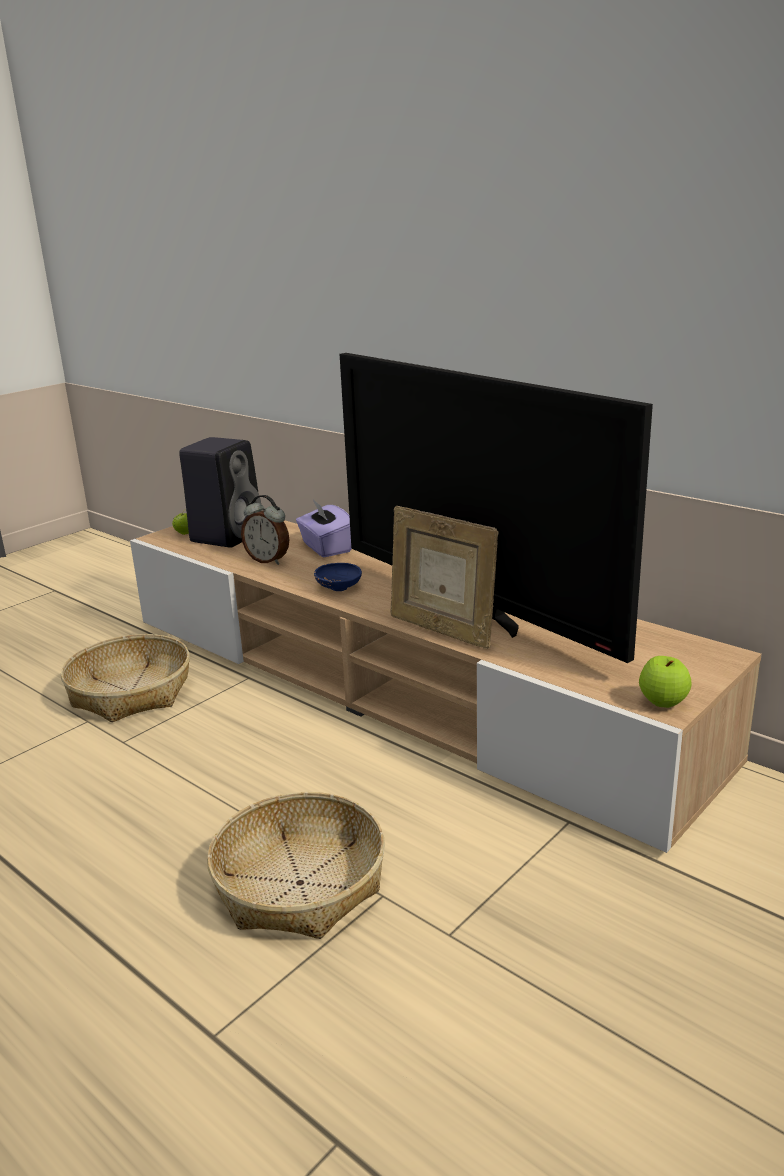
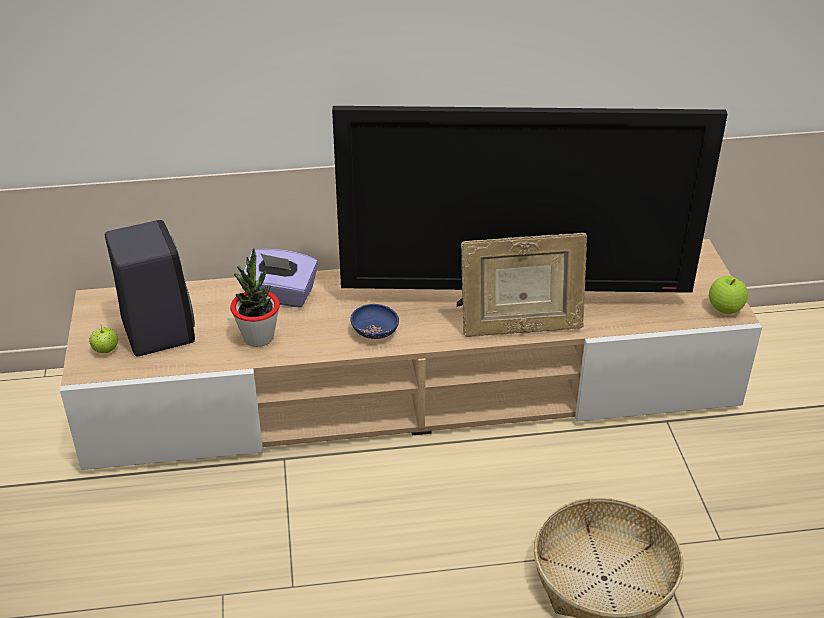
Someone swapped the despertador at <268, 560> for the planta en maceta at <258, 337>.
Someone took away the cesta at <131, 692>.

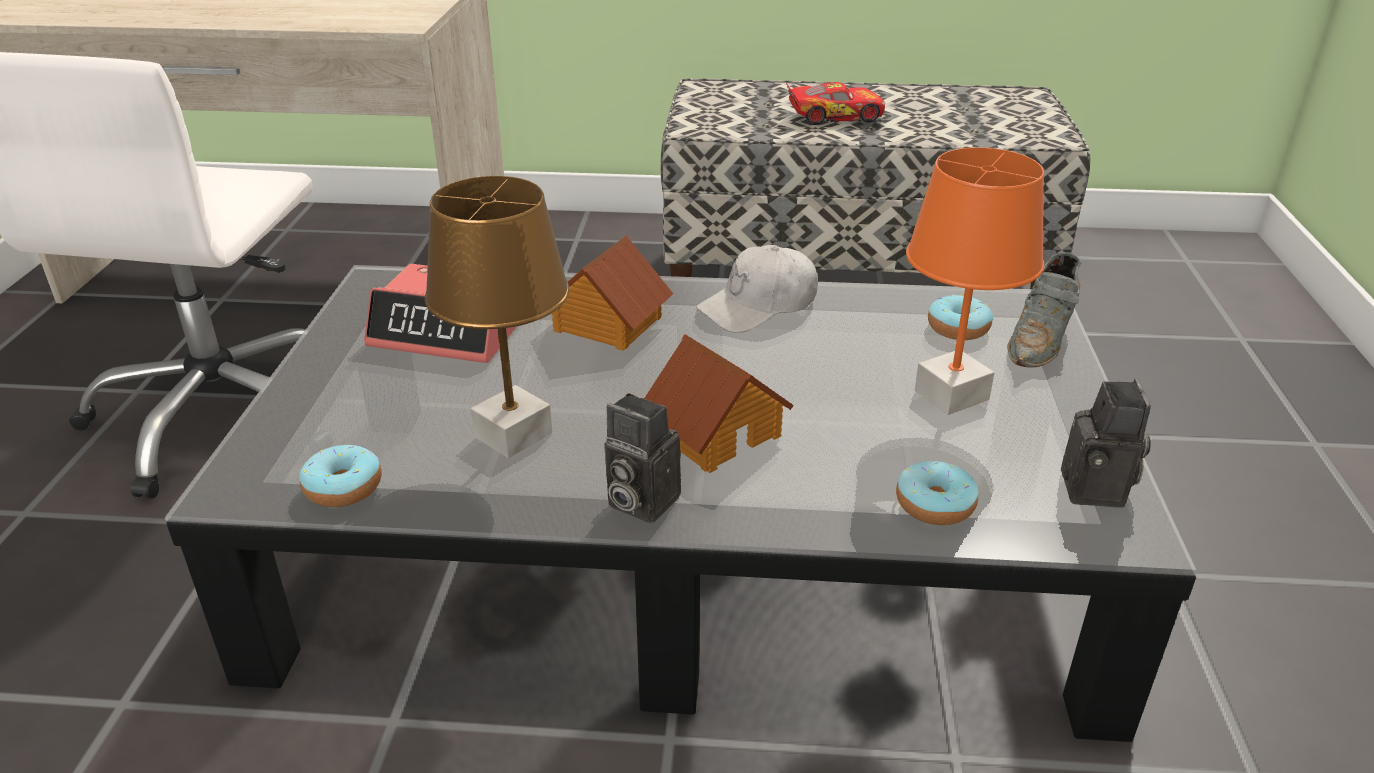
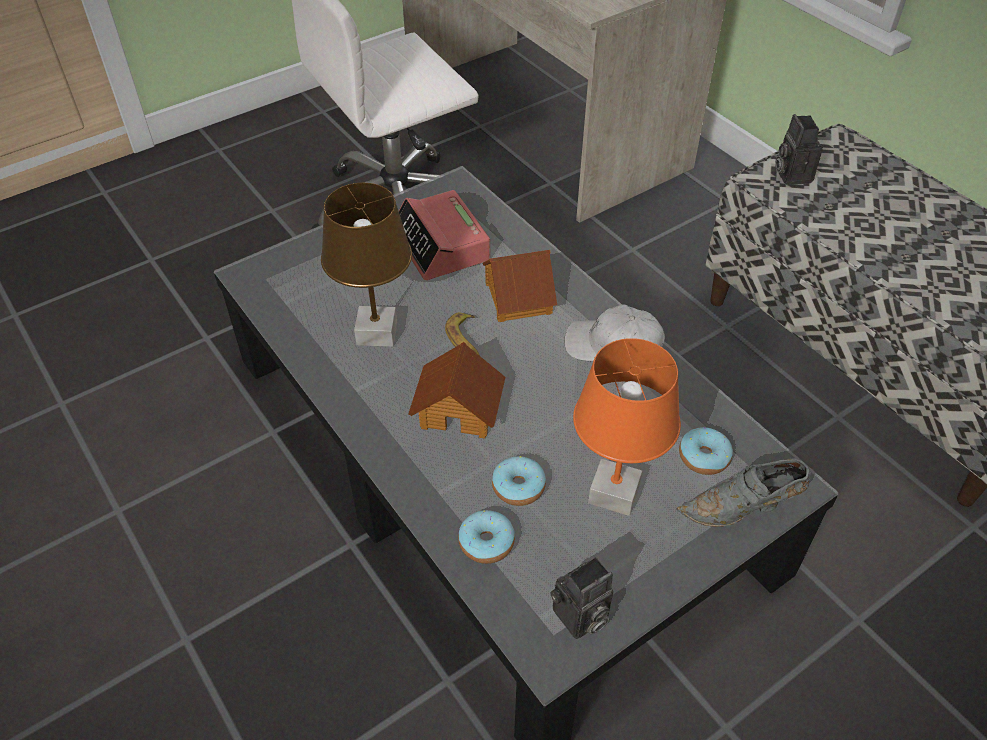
Someone took away the coche de juguete at <835, 116>.
Someone carried the cámara from <638, 501> to <790, 174>.
Someone carried the rosquilla from <343, 488> to <518, 487>.
Someone put down the plátano at <466, 341>.

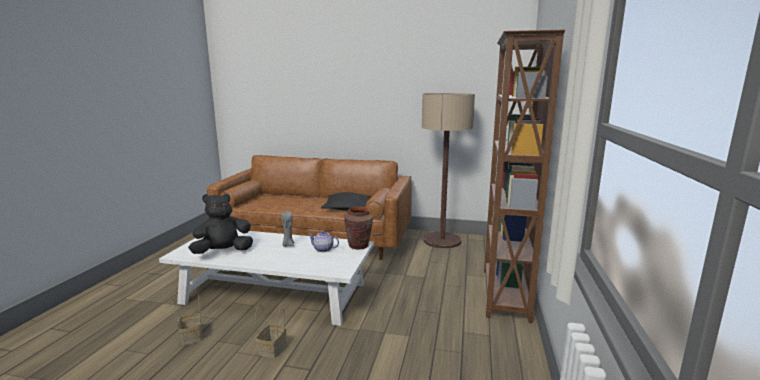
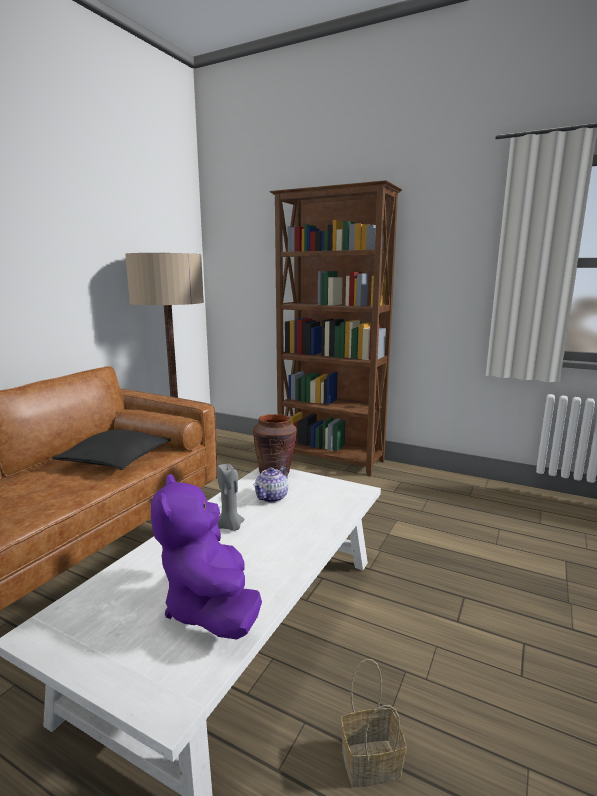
Someone repainted the peluche (negro) at <223, 252>, which became the peluche (morado) at <211, 608>.
Someone took away the cesta at <272, 350>.

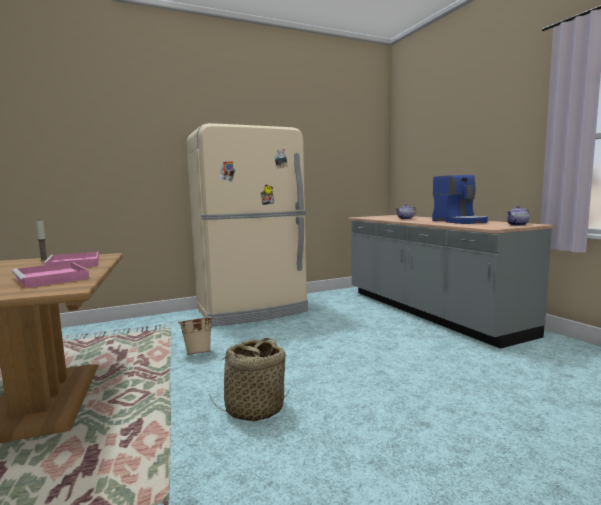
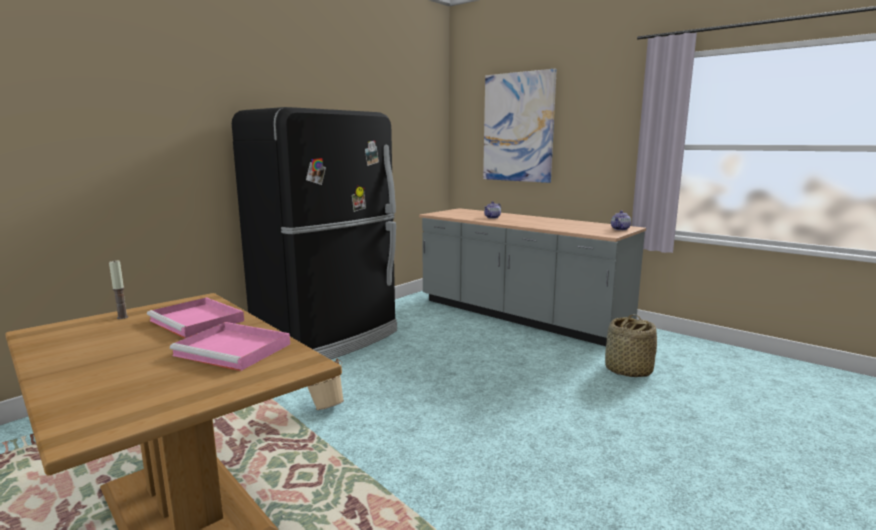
Someone repainted the nevera (beis) at <253, 311>, which became the nevera (negro) at <329, 339>.
Someone took away the cafetera at <459, 221>.
Someone carried the cesta from <254, 408> to <627, 370>.
Someone put up the cuadro at <518, 127>.

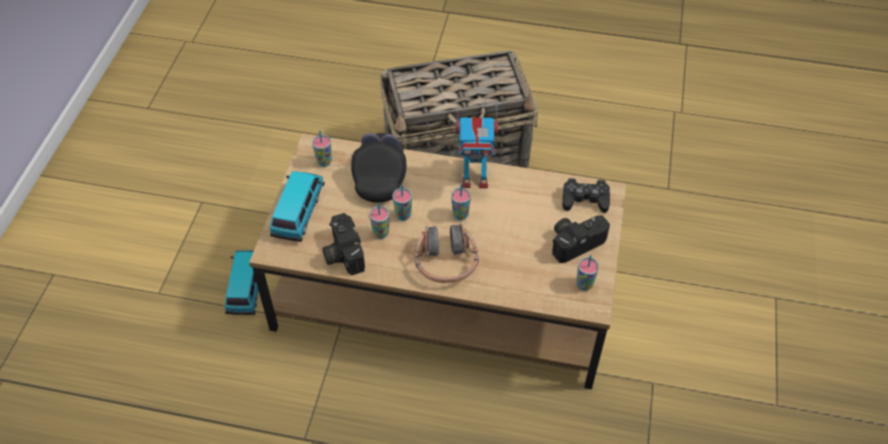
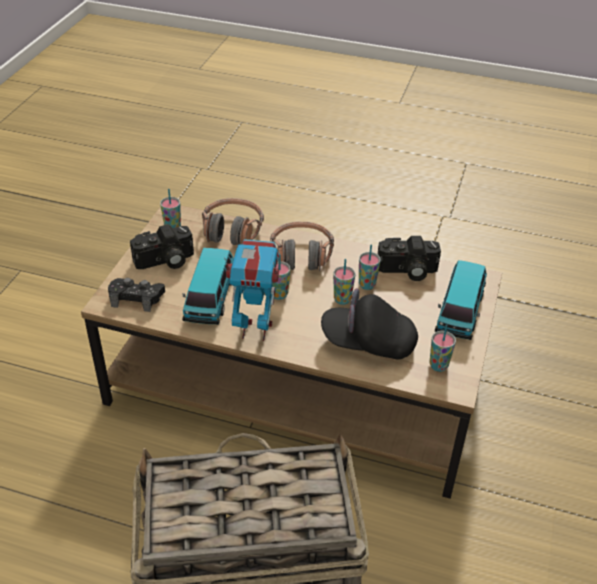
Someone rotated the gorra (negro) at <380, 176> by 90 degrees clockwise.
Someone rotated the cámara at <342, 253> by 105 degrees clockwise.
Someone carried the coche de juguete from <247, 287> to <210, 298>.
Someone put down the auriculares at <232, 231>.

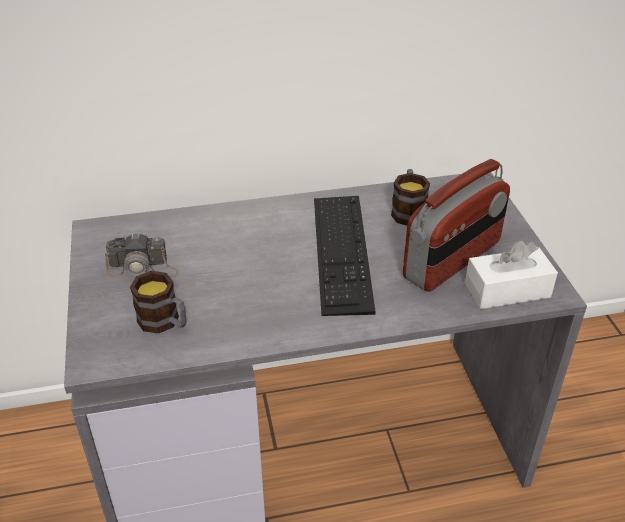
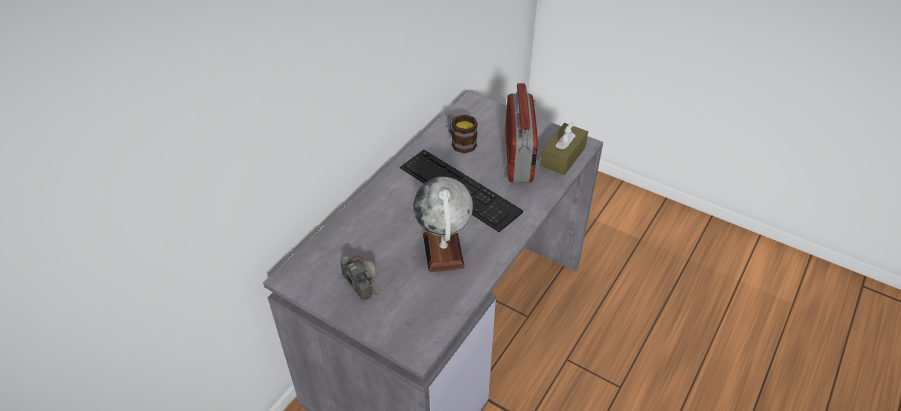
Someone rotated the cámara at <143, 268> by 75 degrees counterclockwise.
Someone repainted the caja de pañuelos (blanco) at <507, 290>, which became the caja de pañuelos (marrón) at <563, 157>.
Someone took away the taza grande at <164, 322>.
Someone put down the globo terráqueo at <443, 250>.

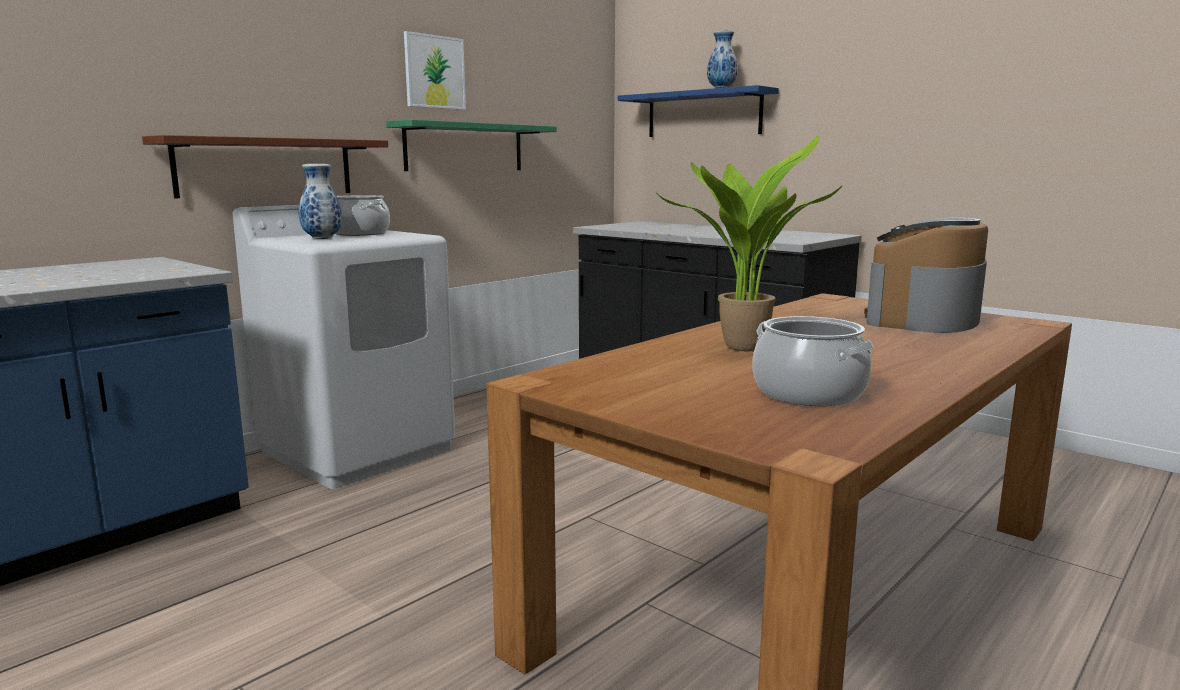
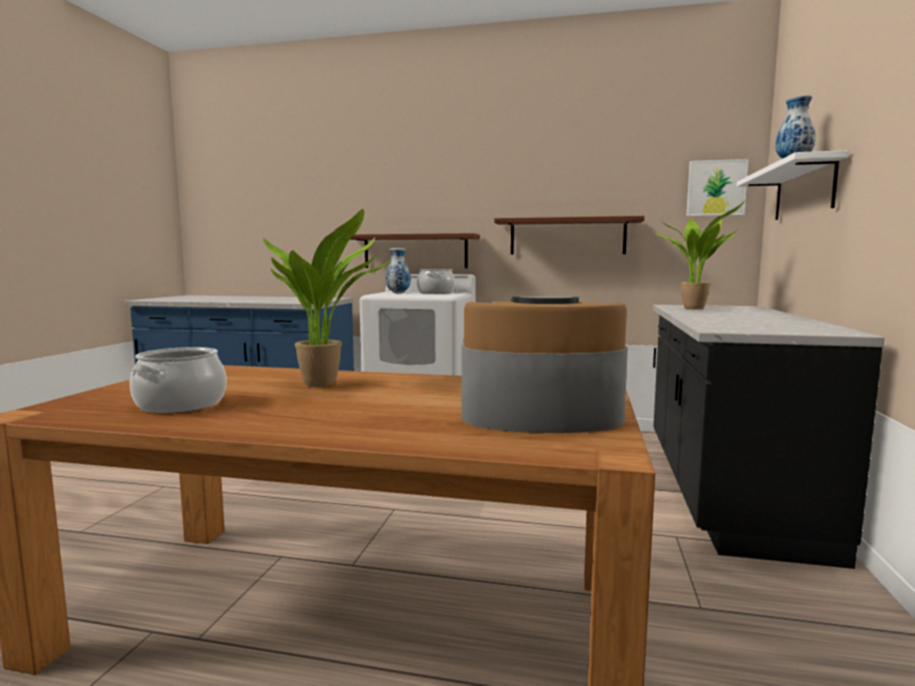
Someone carried the cuadro from <434, 72> to <716, 188>.
Someone repainted the estante (azul) at <703, 114>, which became the estante (blanco) at <804, 191>.
Someone repainted the estante (verde) at <465, 147>, which became the estante (marrón) at <567, 236>.
Someone put down the planta en maceta at <695, 308>.

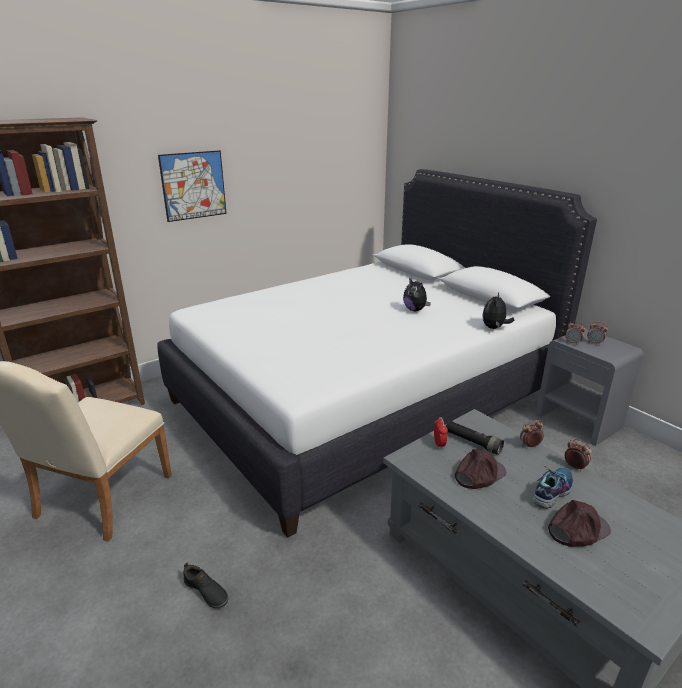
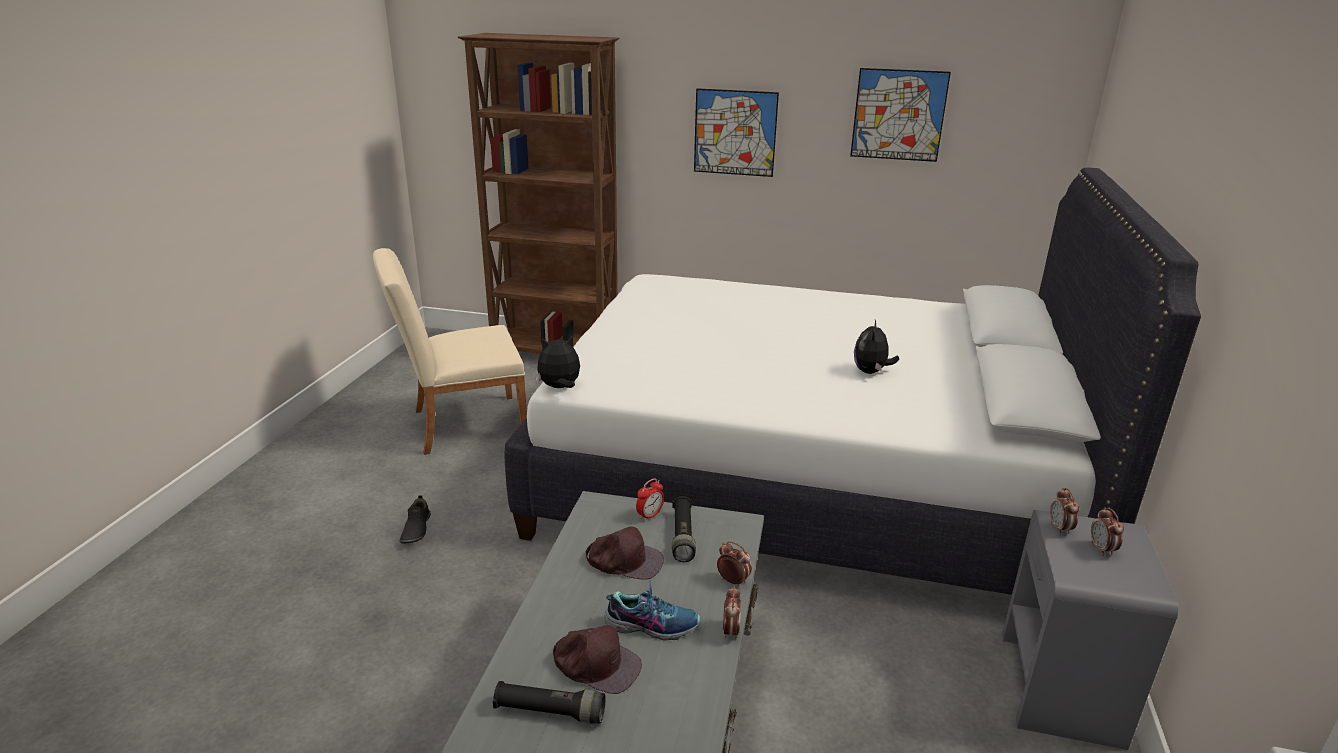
Someone carried the peluche from <494, 328> to <560, 387>.
Someone put up the cuadro at <898, 115>.
Someone put down the linterna (negro) at <550, 712>.

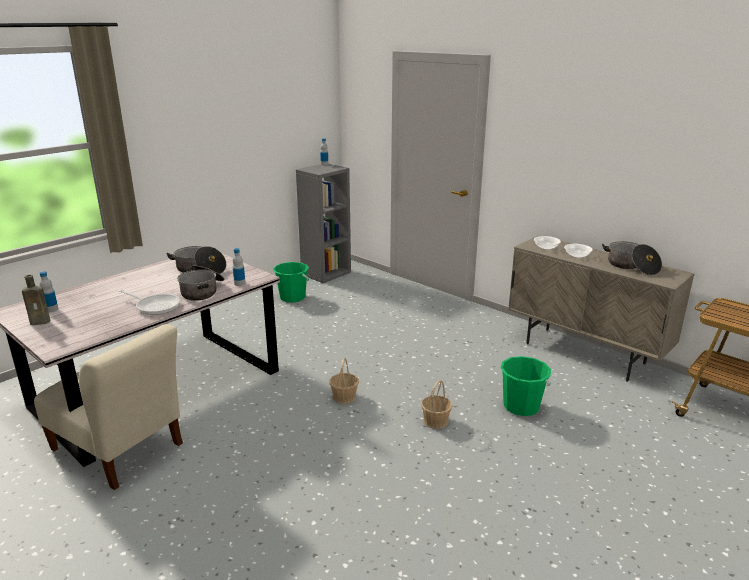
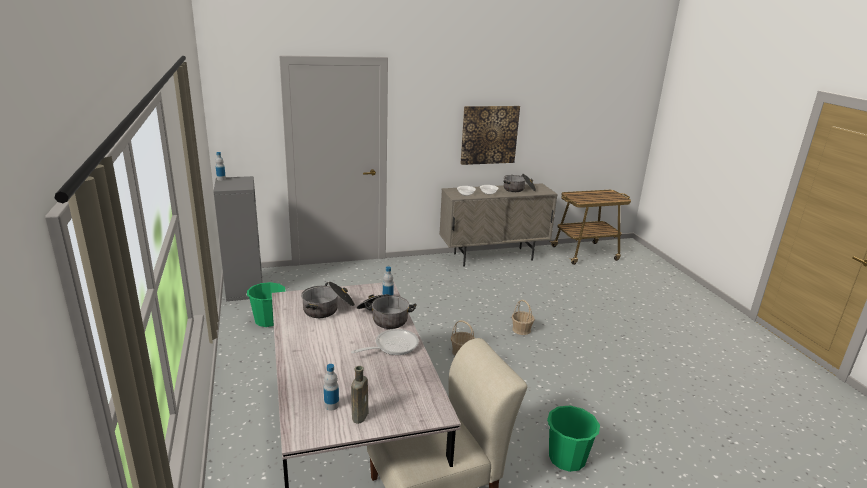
Someone carried the cubo (verde) from <521, 407> to <567, 458>.
Someone put up the cuadro at <489, 135>.

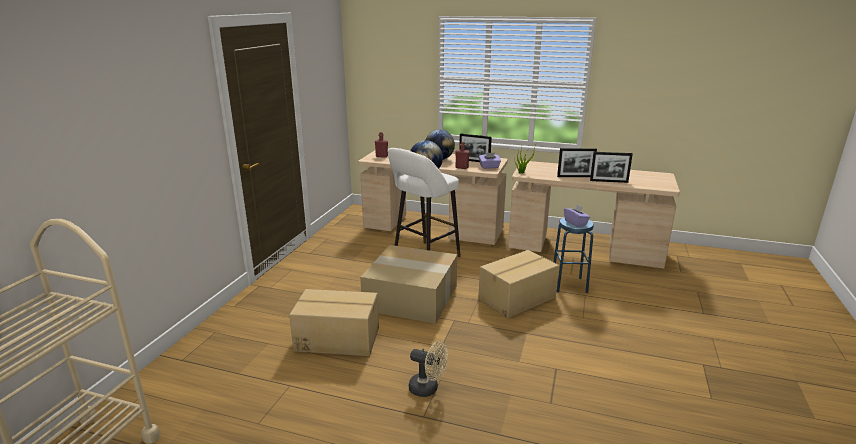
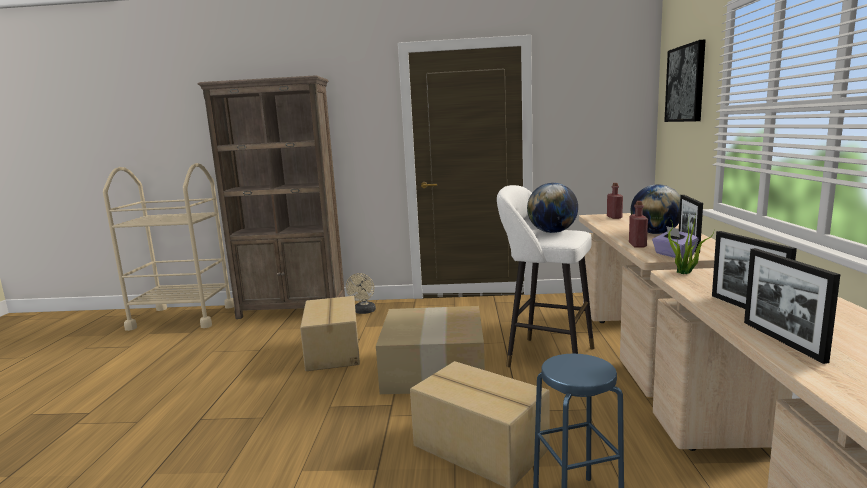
Someone took away the caja de pañuelos (morado) at <575, 222>.
Someone carried the ventilador (beis) from <428, 389> to <364, 312>.
Someone put up the cuadro at <686, 84>.
Someone put down the estantería (marrón) at <293, 310>.

